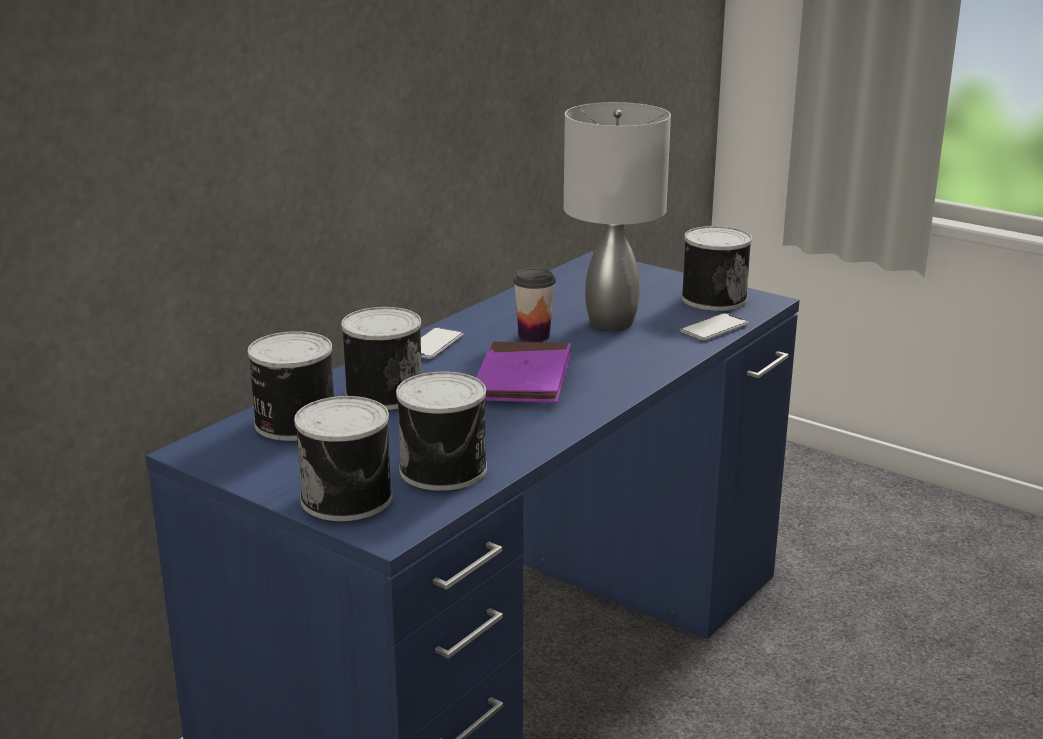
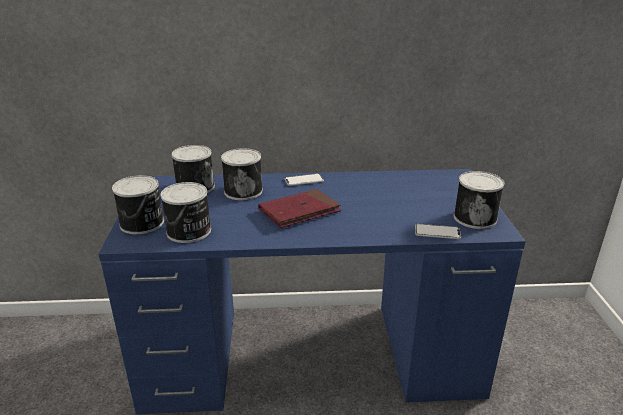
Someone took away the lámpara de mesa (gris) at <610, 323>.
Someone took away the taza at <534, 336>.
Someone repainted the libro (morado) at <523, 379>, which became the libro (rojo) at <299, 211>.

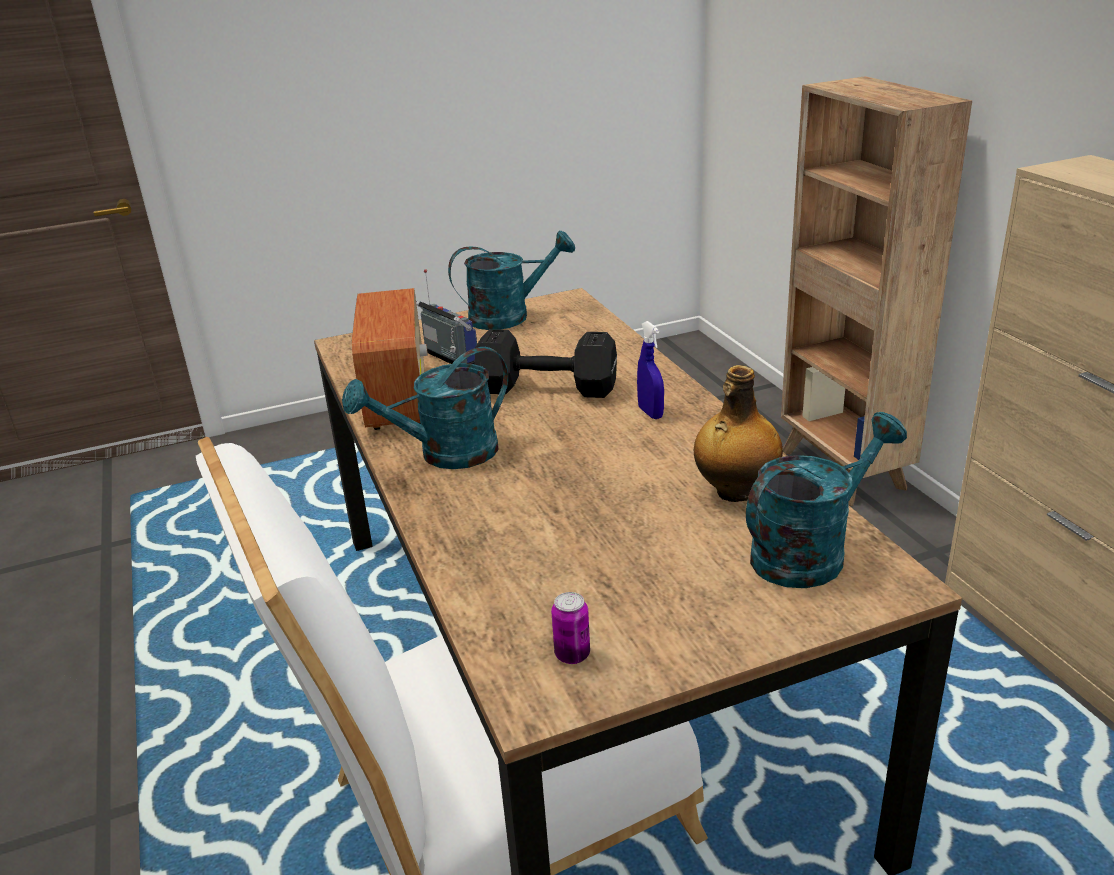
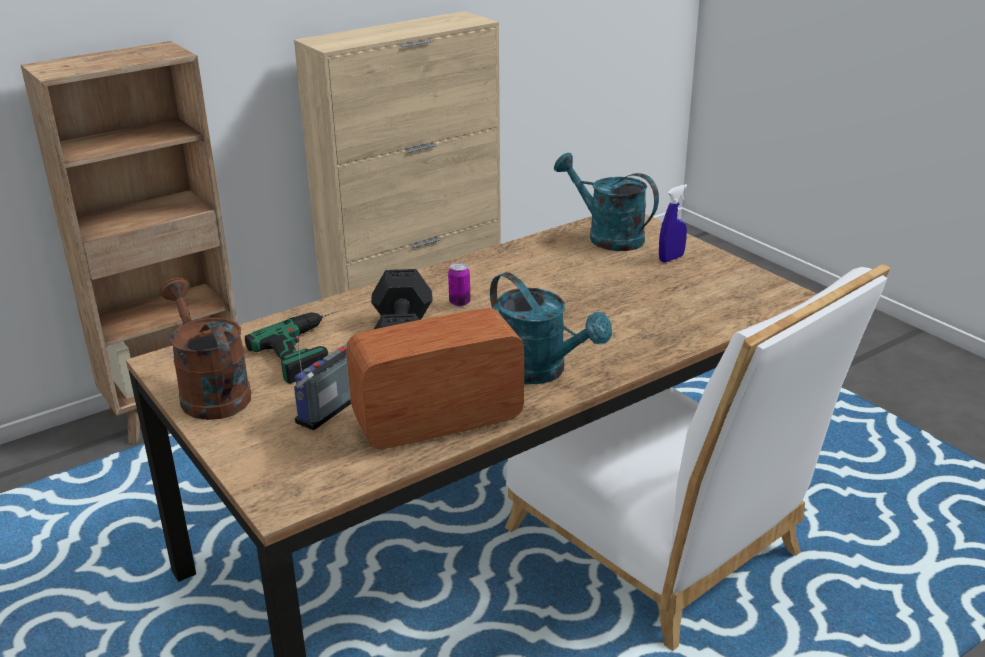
Someone repainted the regadera (turquesa) at <510, 316>, which became the regadera (marrón) at <210, 392>.
Someone carried the pulverizador (azul) from <650, 413> to <671, 258>.
Someone took away the botella at <735, 492>.
Someone carried the lata from <572, 655> to <459, 303>.
Someone put down the taladro at <311, 348>.

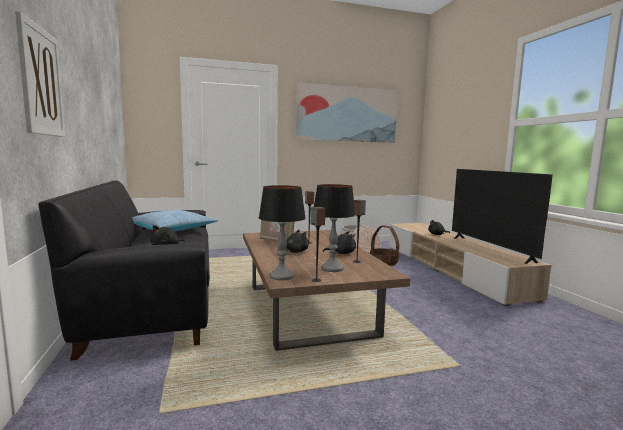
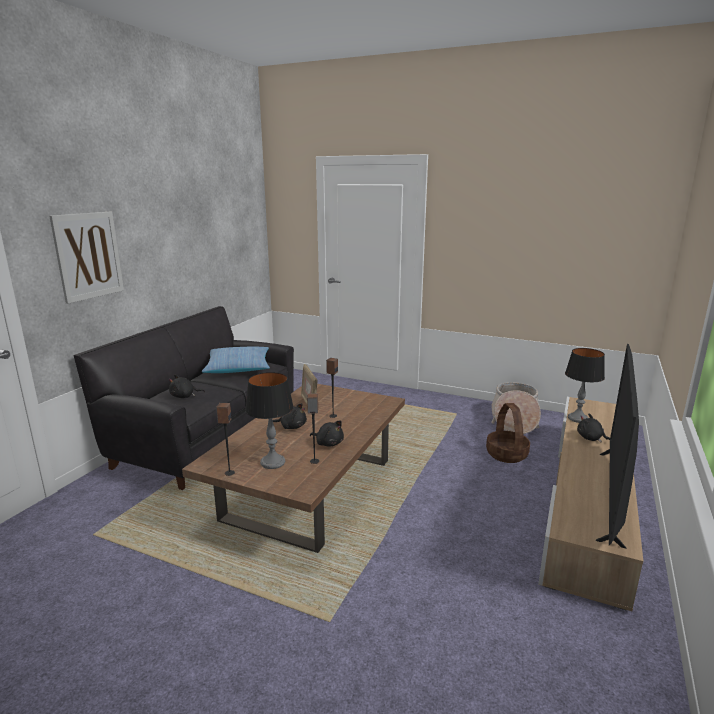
Someone took away the cuadro at <347, 114>.
Someone carried the lámpara de mesa from <281, 276> to <577, 418>.

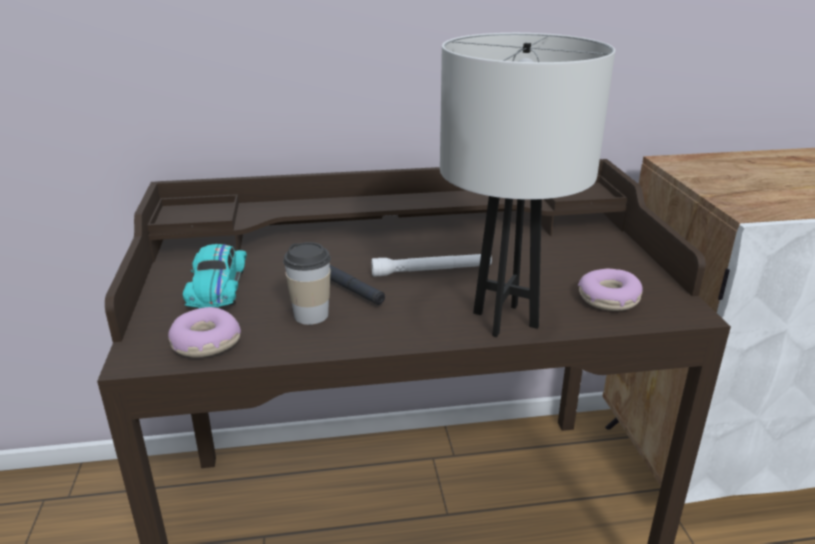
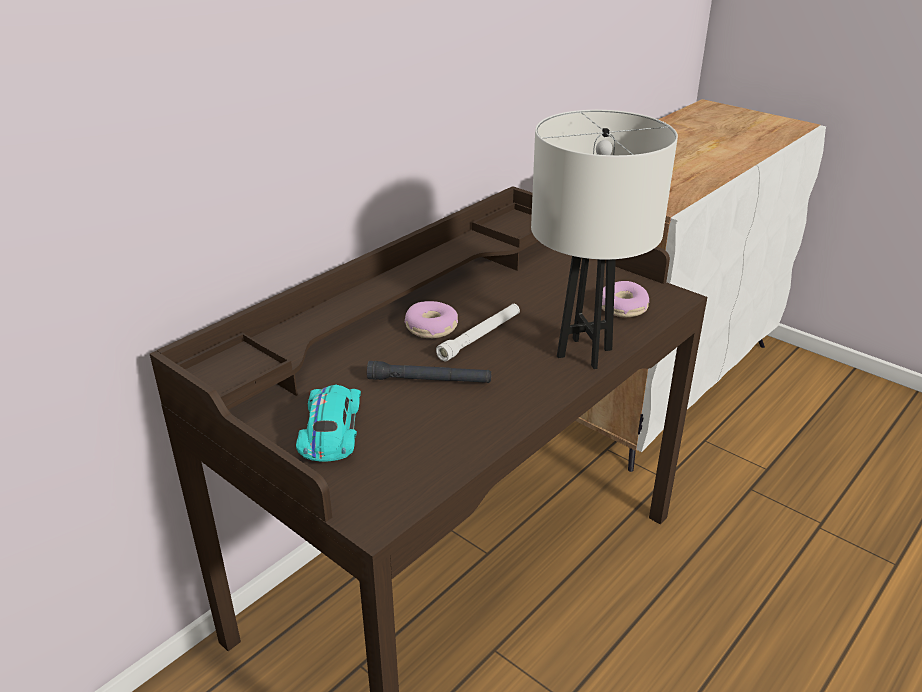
Someone took away the taza at <311, 315>.
Someone rotated the coche de juguete (turquesa) at <217, 288> by 135 degrees counterclockwise.
Someone carried the rosquilla from <205, 343> to <431, 328>.

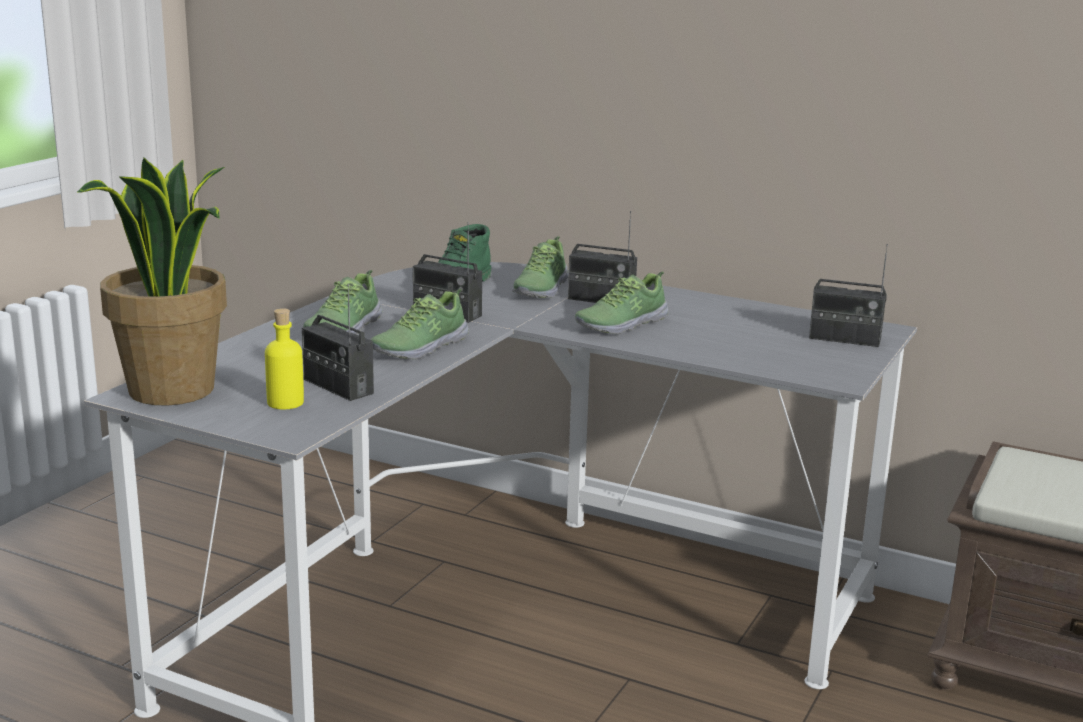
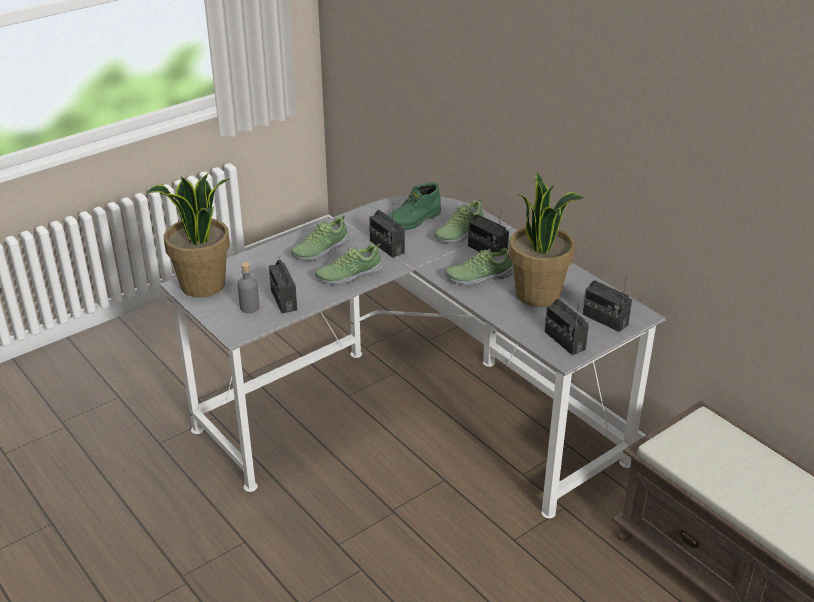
Someone repainted the botella (amarillo) at <285, 402>, which became the botella (gris) at <249, 307>.
Someone put down the planta en maceta at <539, 294>.
Someone put down the radio at <564, 341>.

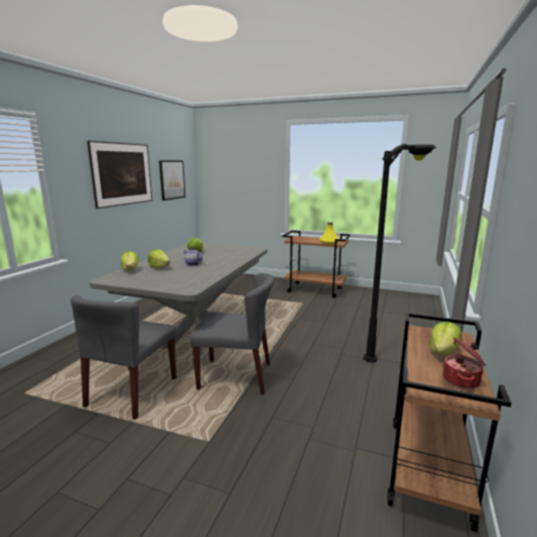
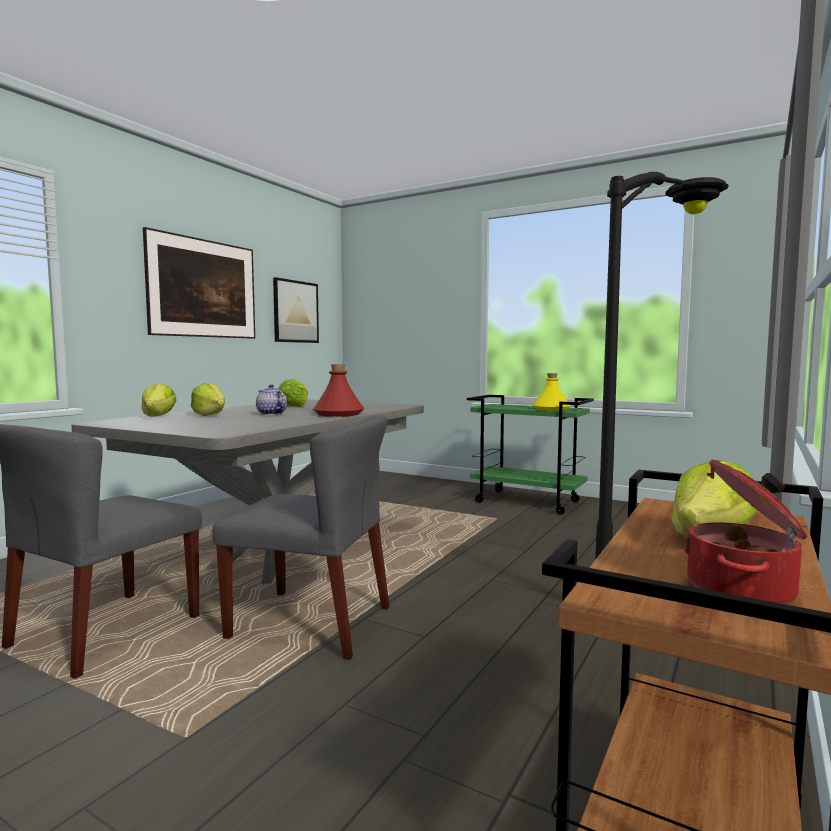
Someone repainted the carrito (marrón) at <315, 290>, which became the carrito (verde) at <528, 502>.
Someone put down the botella (rojo) at <338, 414>.

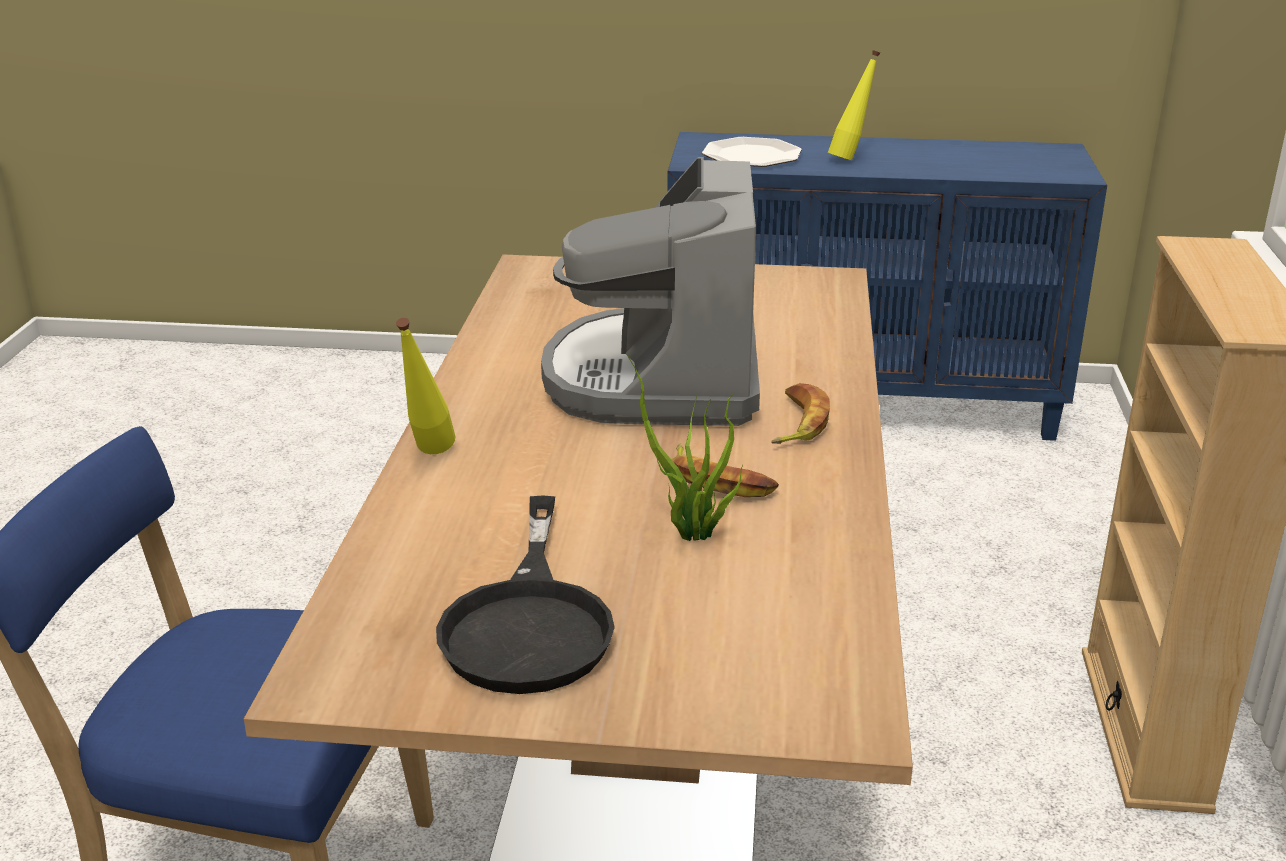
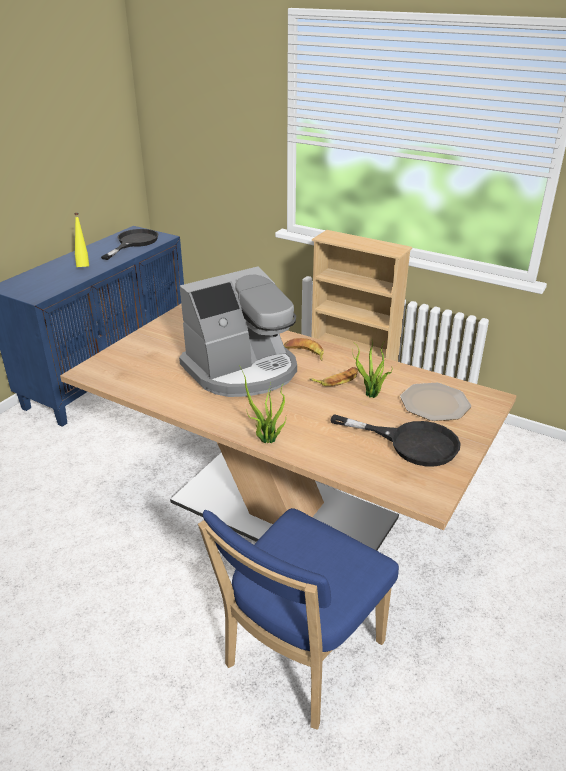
Someone carried the plato from <750, 155> to <434, 403>.
Someone rotated the cafetera at <657, 379> by 60 degrees counterclockwise.
Someone swapped the botella (amarillo) at <428, 457> for the planta en maceta at <266, 440>.
Someone put down the sartén (negro) at <133, 242>.

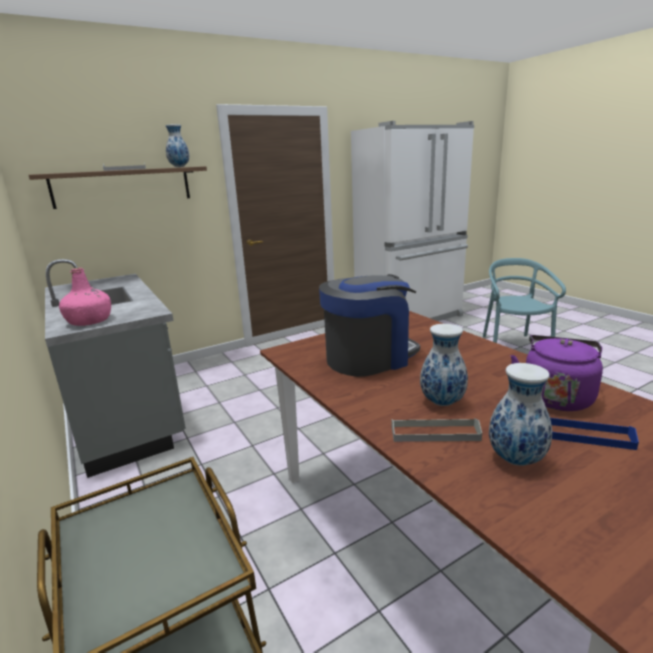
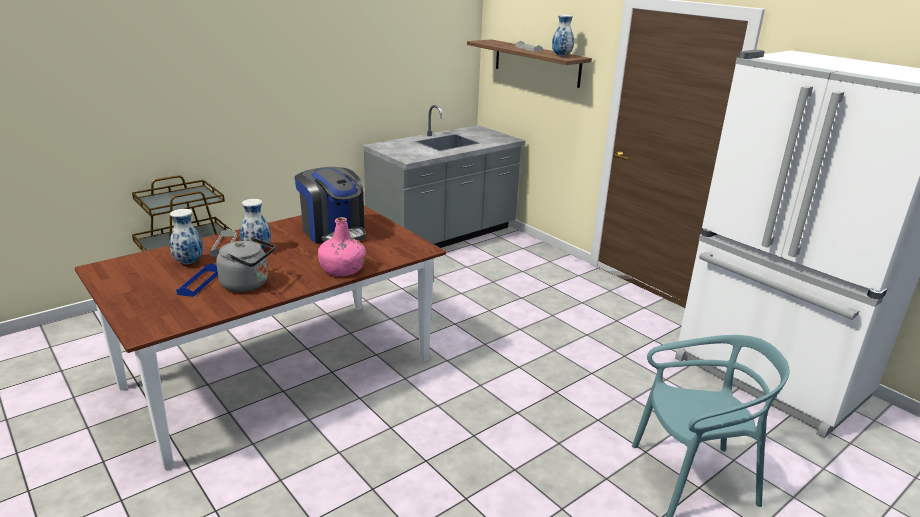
Someone carried the botella (rosa) from <90, 321> to <343, 269>.
Someone repainted the hervidor (morado) at <556, 396>, which became the hervidor (gris) at <248, 284>.

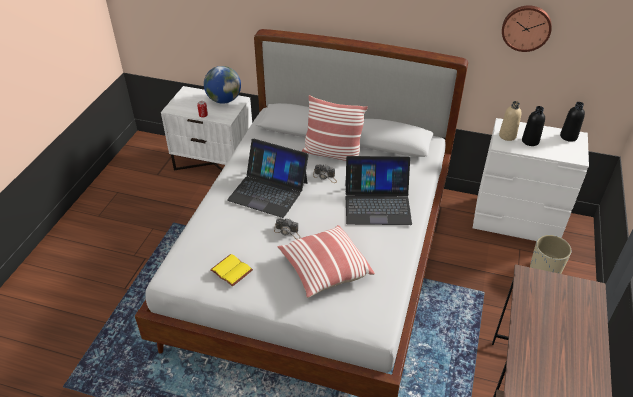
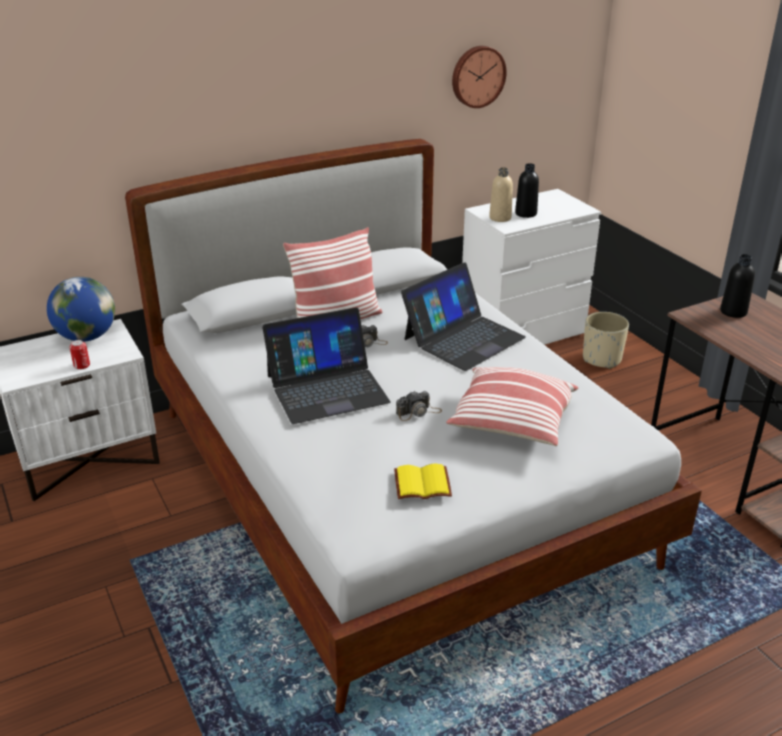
Someone carried the botella (negro) from <568, 136> to <733, 312>.

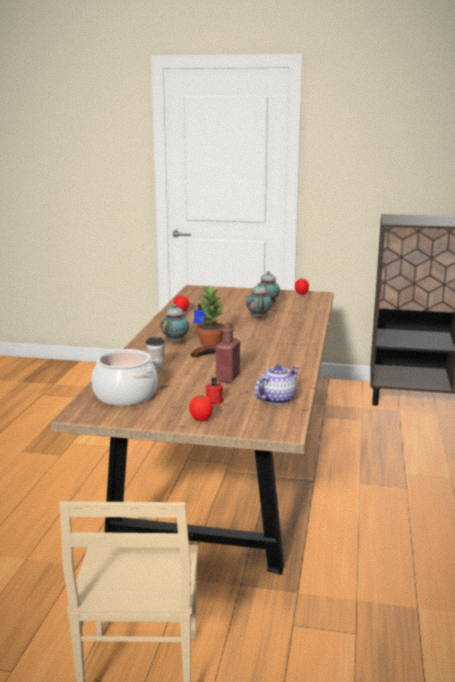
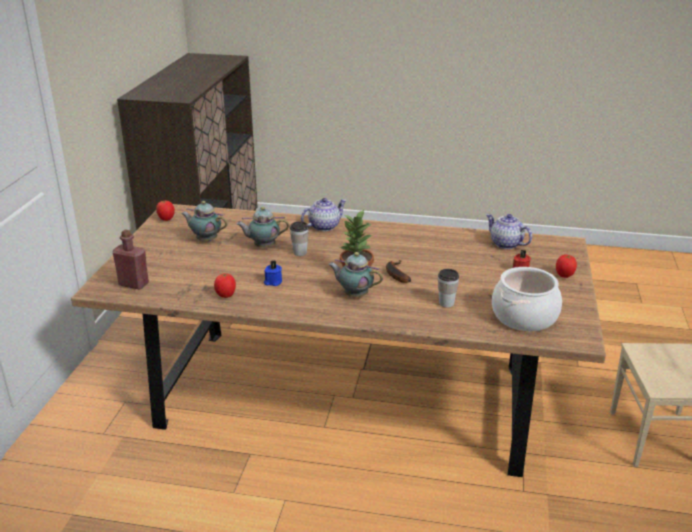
Someone carried the botella (rojo) from <228, 378> to <134, 284>.
Someone put down the tetera at <324, 226>.
Someone put down the taza at <300, 253>.

